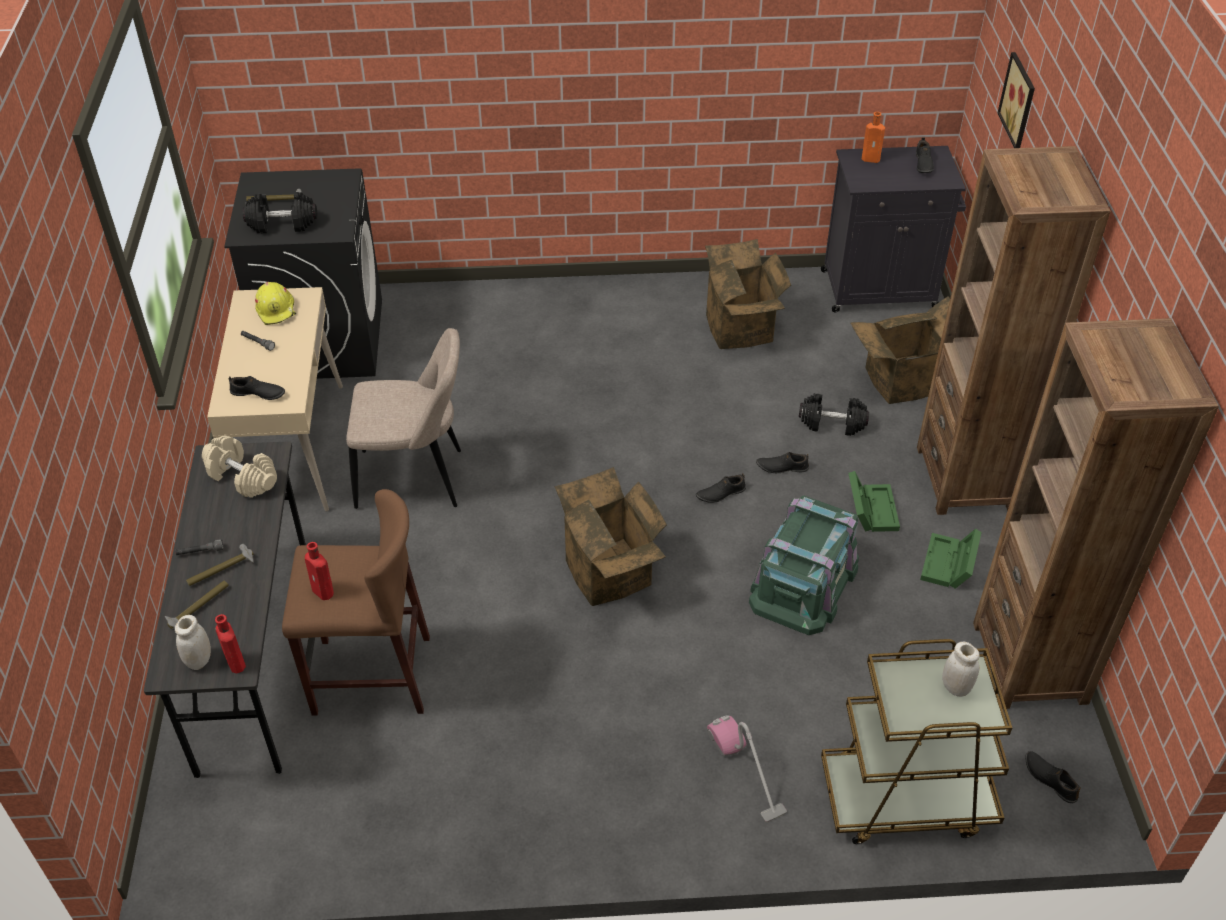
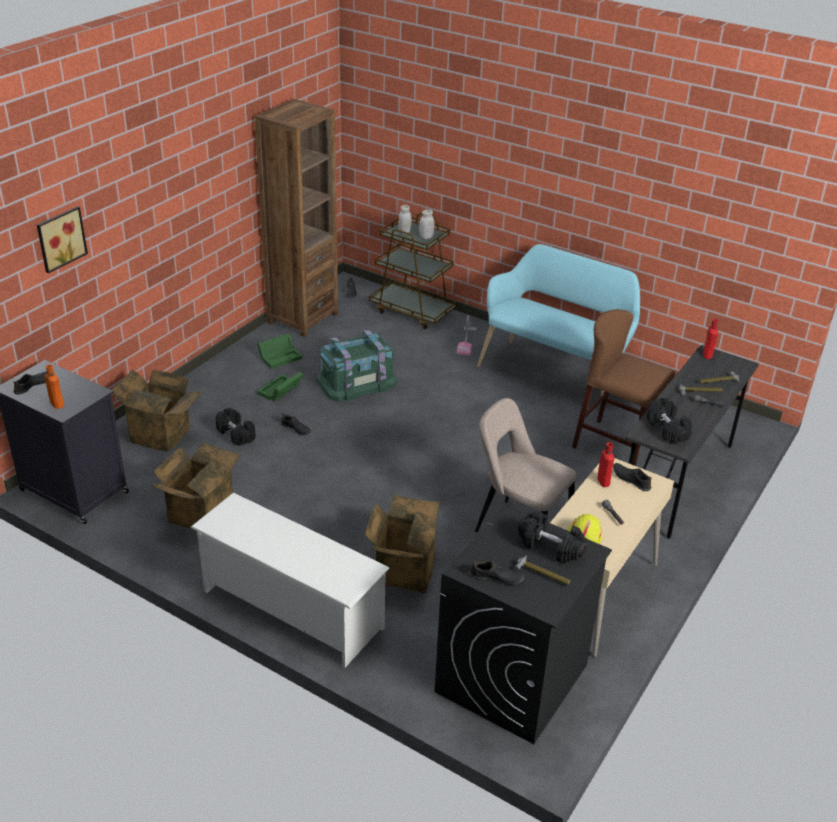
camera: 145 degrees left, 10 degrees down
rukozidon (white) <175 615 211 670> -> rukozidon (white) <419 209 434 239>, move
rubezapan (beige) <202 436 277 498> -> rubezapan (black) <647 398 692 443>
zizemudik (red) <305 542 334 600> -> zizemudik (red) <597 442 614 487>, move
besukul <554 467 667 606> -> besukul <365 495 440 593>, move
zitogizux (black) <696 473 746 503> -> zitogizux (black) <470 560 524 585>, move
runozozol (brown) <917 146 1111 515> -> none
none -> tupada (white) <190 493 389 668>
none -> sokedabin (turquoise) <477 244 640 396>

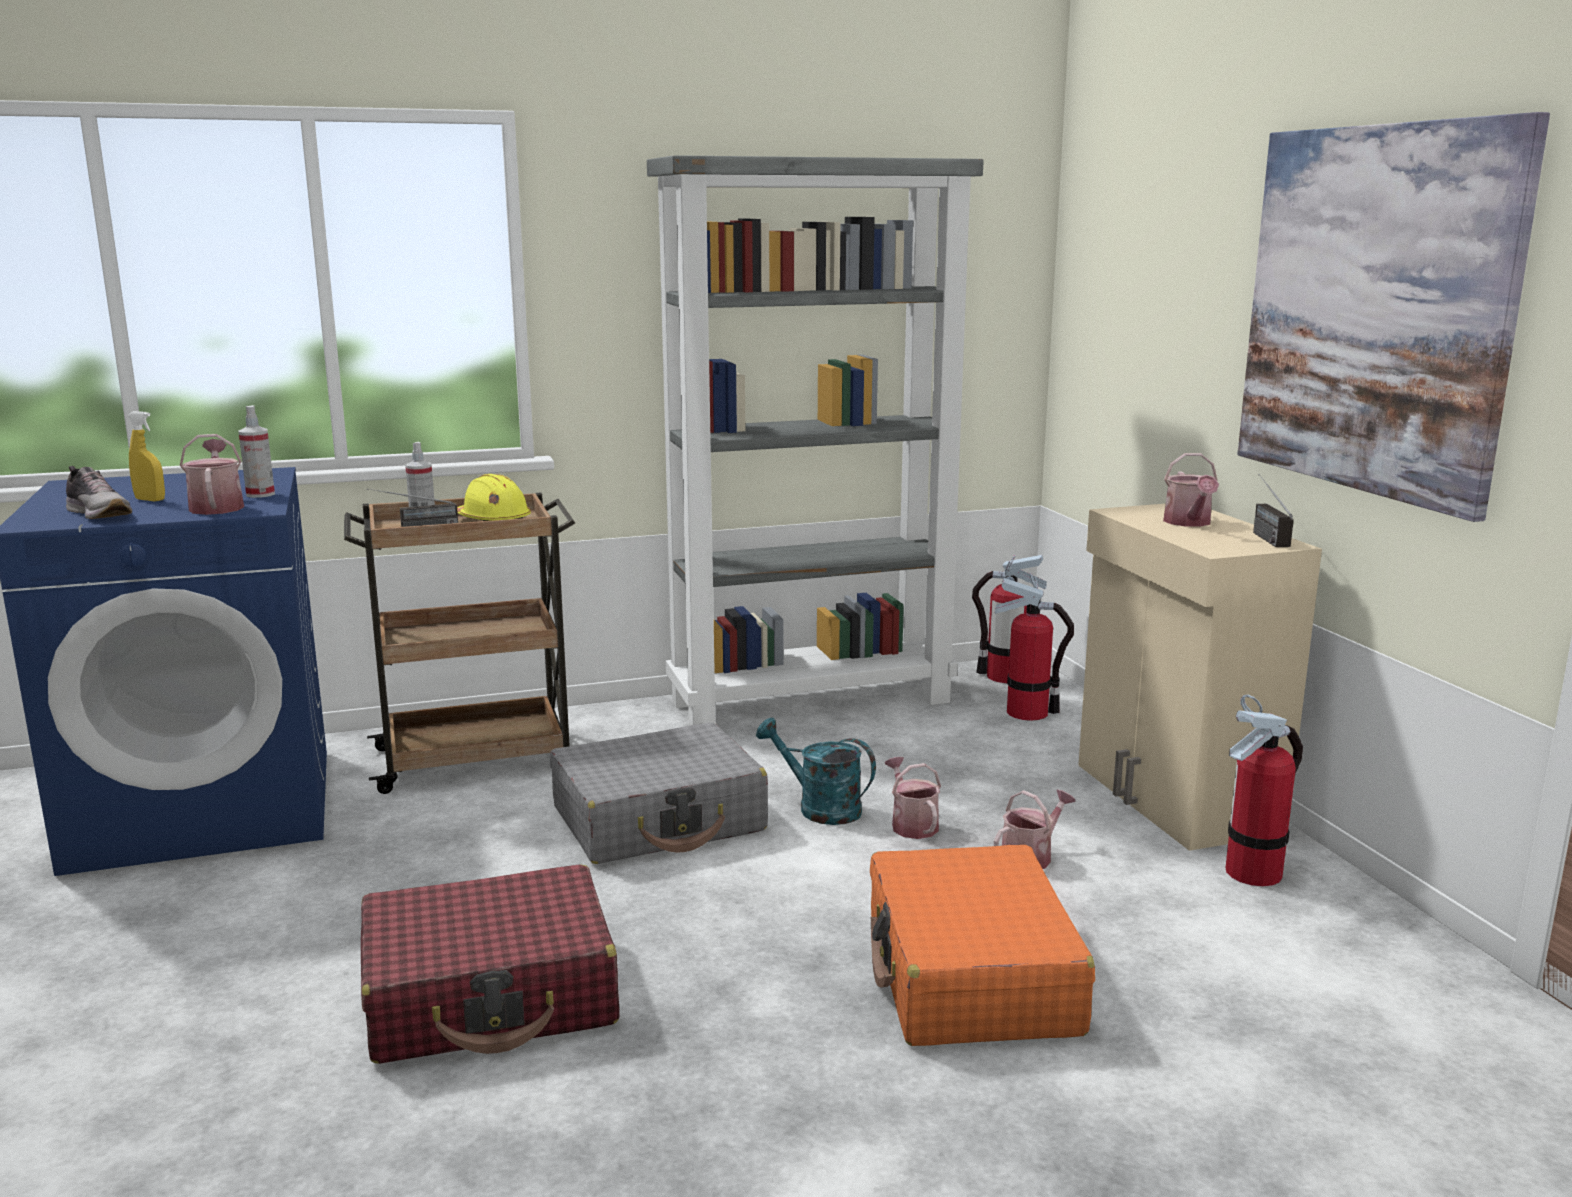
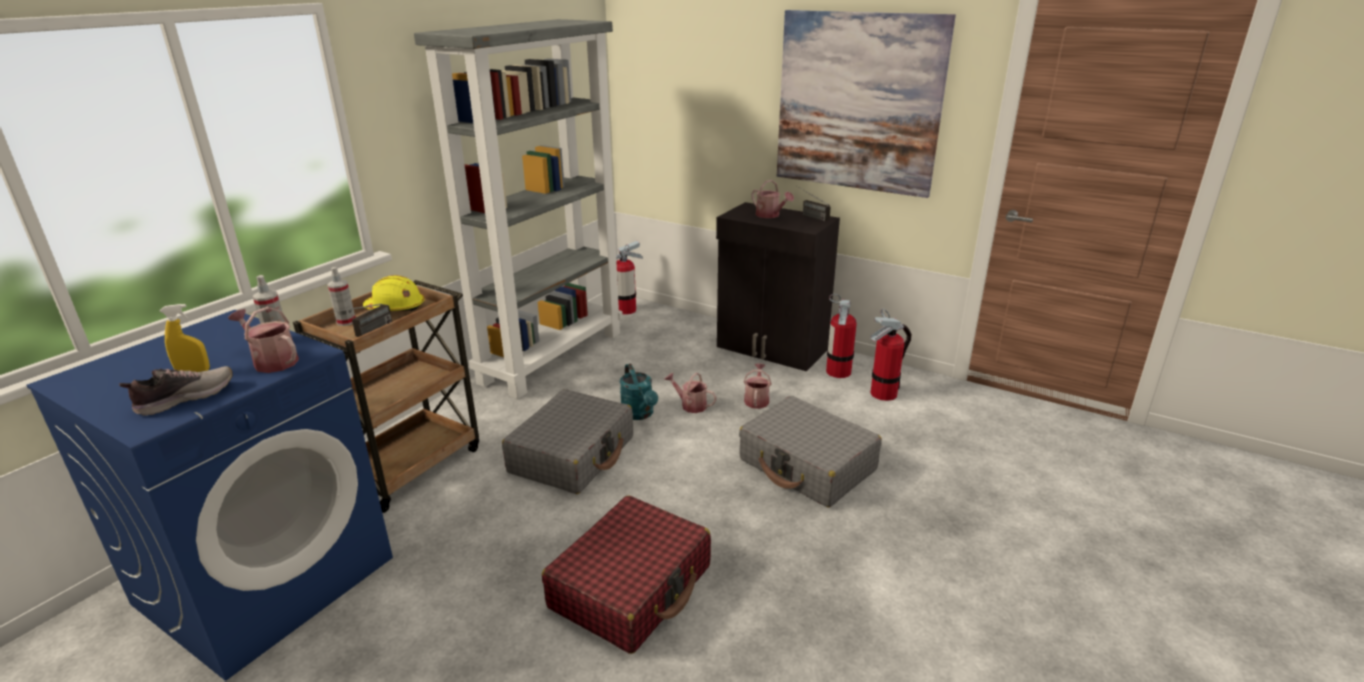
camera: 40 degrees left, 10 degrees up
zitogizux <66 466 132 519> -> zitogizux <119 366 233 416>, 45 degrees counterclockwise
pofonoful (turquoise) <756 718 876 825> -> pofonoful (turquoise) <620 364 658 420>, 105 degrees counterclockwise
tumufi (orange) <870 845 1095 1046> -> tumufi (grey) <739 396 882 508>
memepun <995 573 1074 721> -> memepun <870 309 912 401>, move
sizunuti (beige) <1078 503 1322 851> -> sizunuti (black) <716 202 840 371>

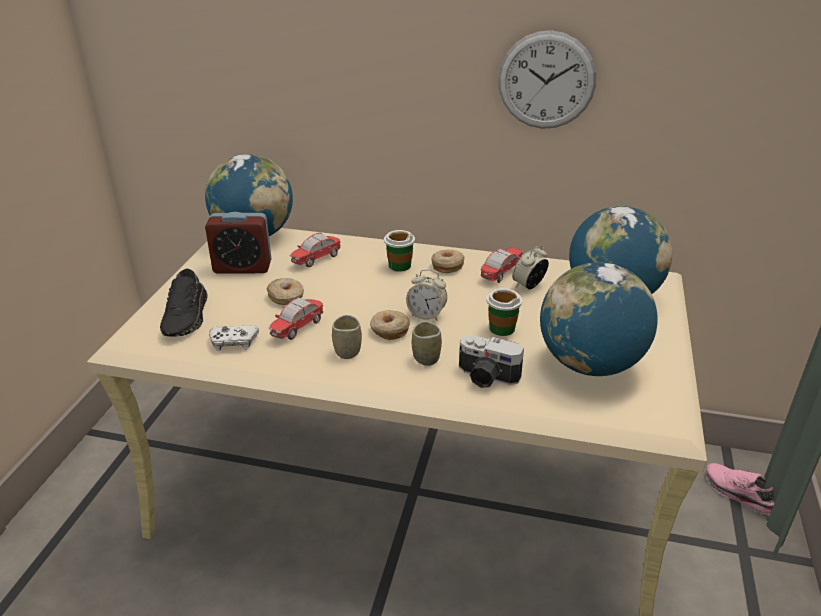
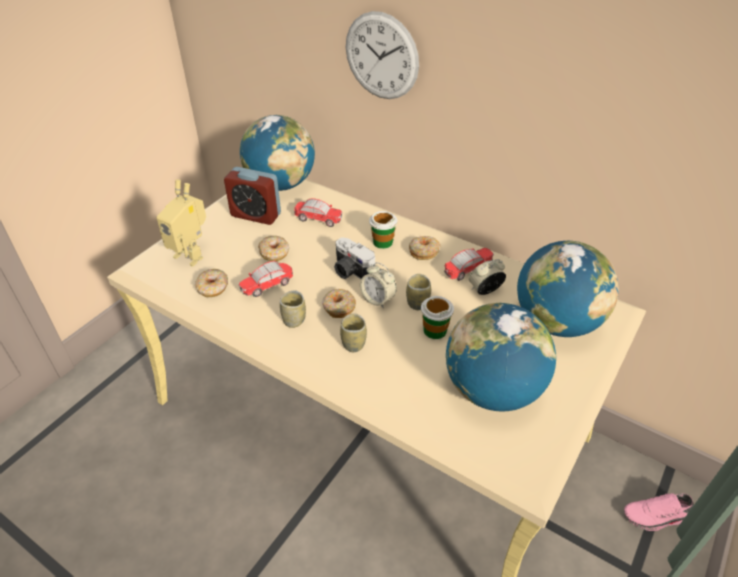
camera: 20 degrees right, 10 degrees up
zitogizux (black) <160 269 208 336> -> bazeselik <157 179 206 267>
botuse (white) <209 325 259 351> -> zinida <194 269 228 297>
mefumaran <290 233 341 267> -> mefumaran <294 198 342 227>, 135 degrees counterclockwise
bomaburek <459 335 524 388> -> bomaburek <334 237 375 279>, move
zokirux <498 30 596 129> -> zokirux <346 11 419 99>, move
zitogizux (pink) <706 463 775 515> -> zitogizux (pink) <624 493 694 531>, 75 degrees counterclockwise
none -> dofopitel <406 274 431 310>

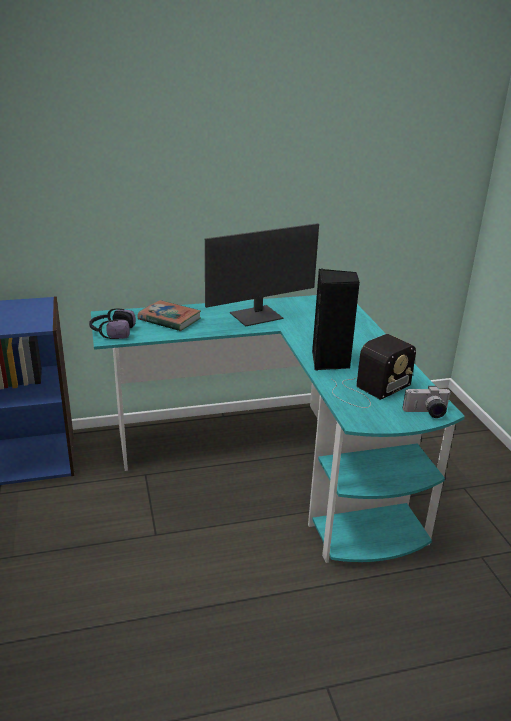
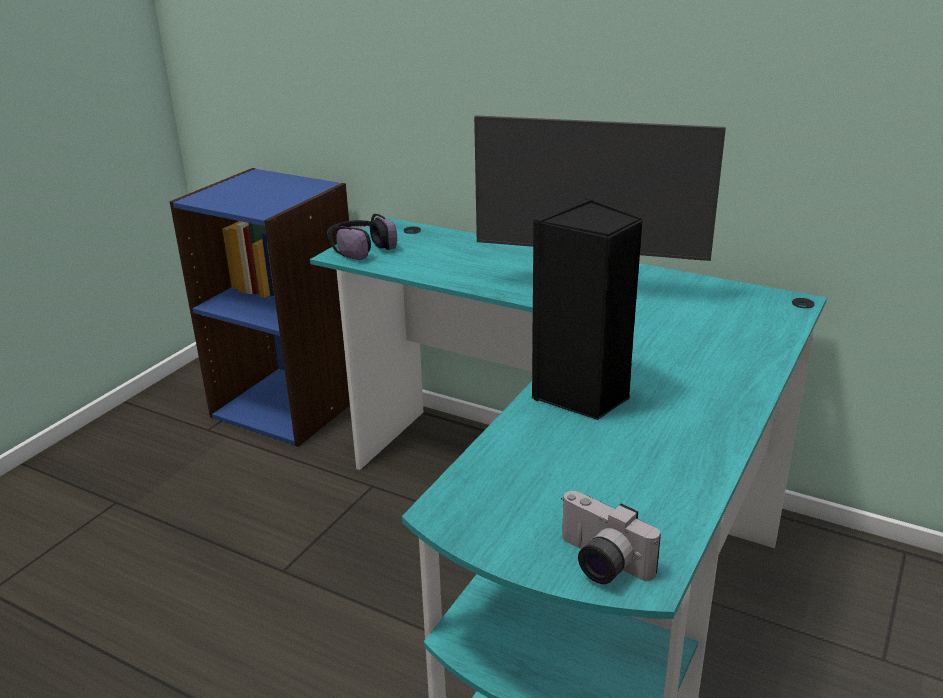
camera: 45 degrees right, 0 degrees up
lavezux <138 300 201 331> -> none
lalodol <332 334 416 408> -> none

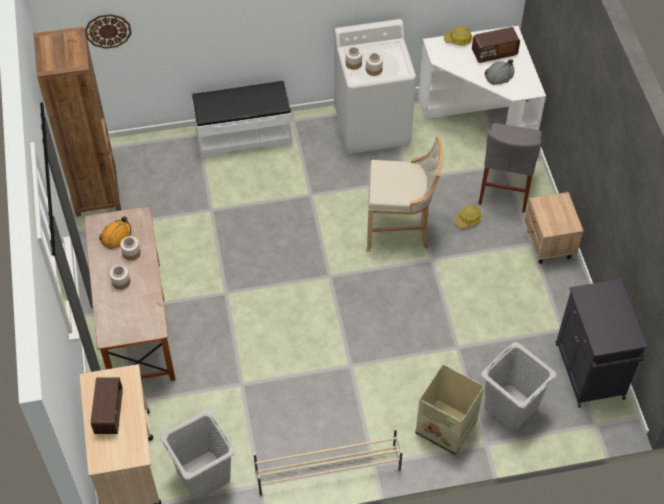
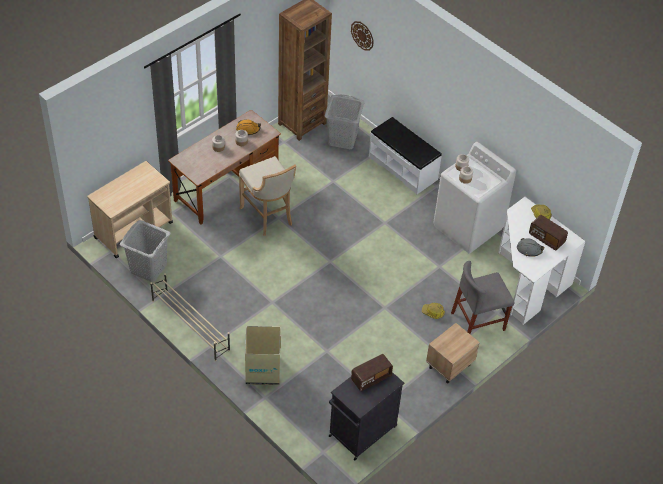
camera: 55 degrees right, 5 degrees down
lalodol <91 377 123 434> -> lalodol <351 354 393 391>, move
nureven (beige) <366 136 443 252> -> nureven (beige) <239 156 296 236>, move
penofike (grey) <481 342 557 431> -> penofike (grey) <325 94 365 149>, move

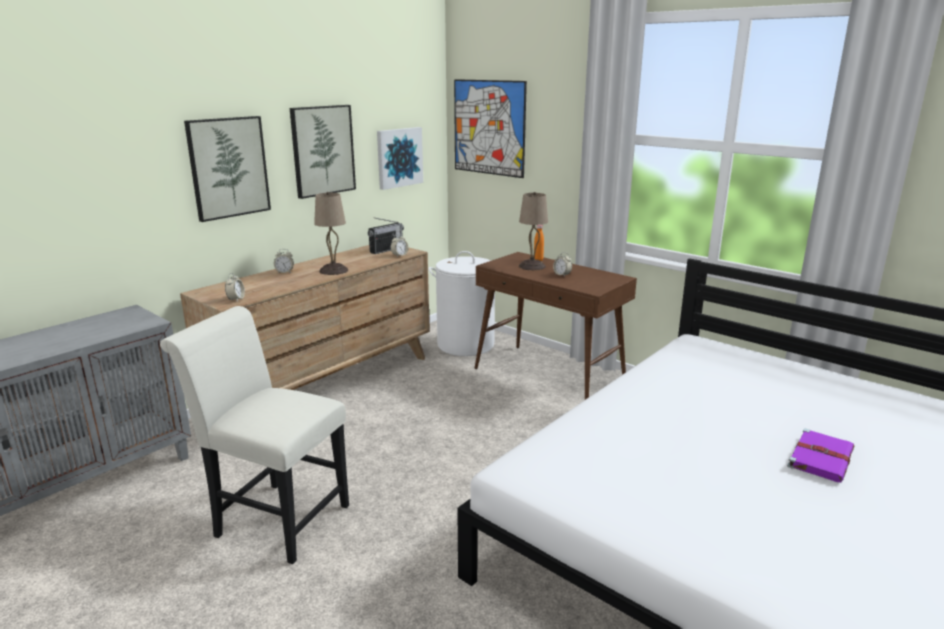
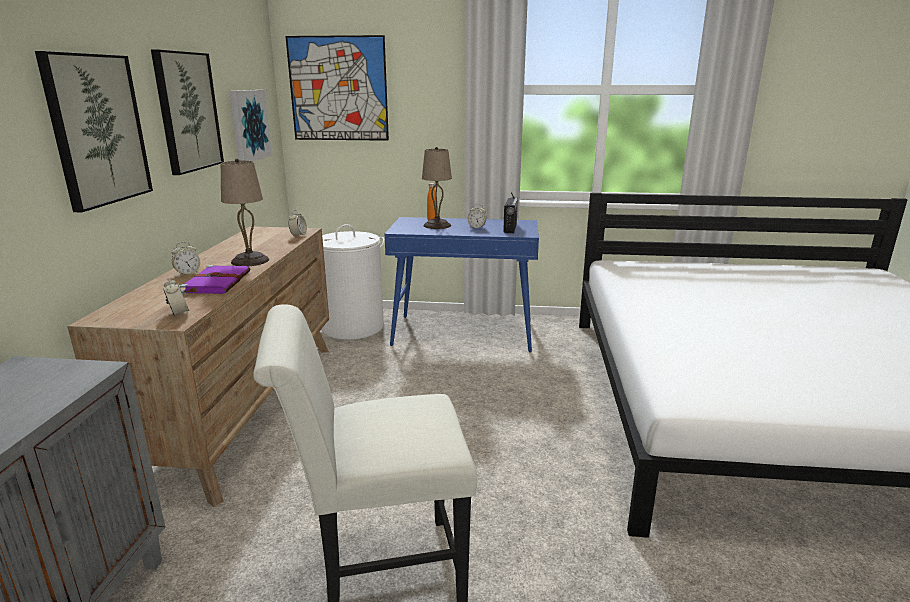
camera: 35 degrees left, 0 degrees up
lalodol <368 217 404 254> -> lalodol <503 192 518 233>, move
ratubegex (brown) <475 252 637 400> -> ratubegex (blue) <384 217 539 352>
lavezux (purple) <787 428 855 482> -> lavezux (purple) <180 265 250 294>, move

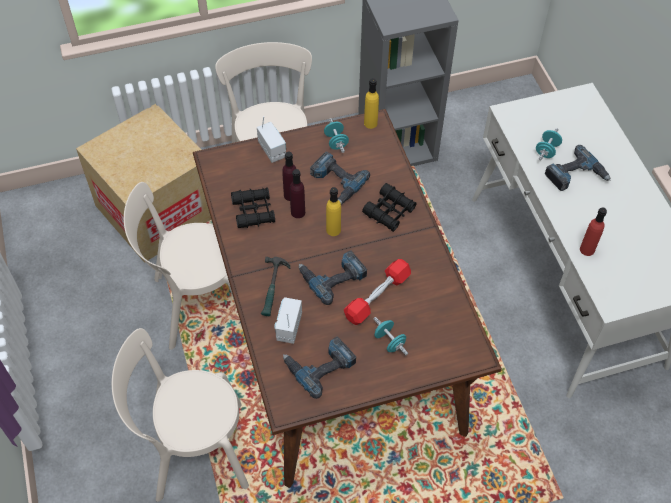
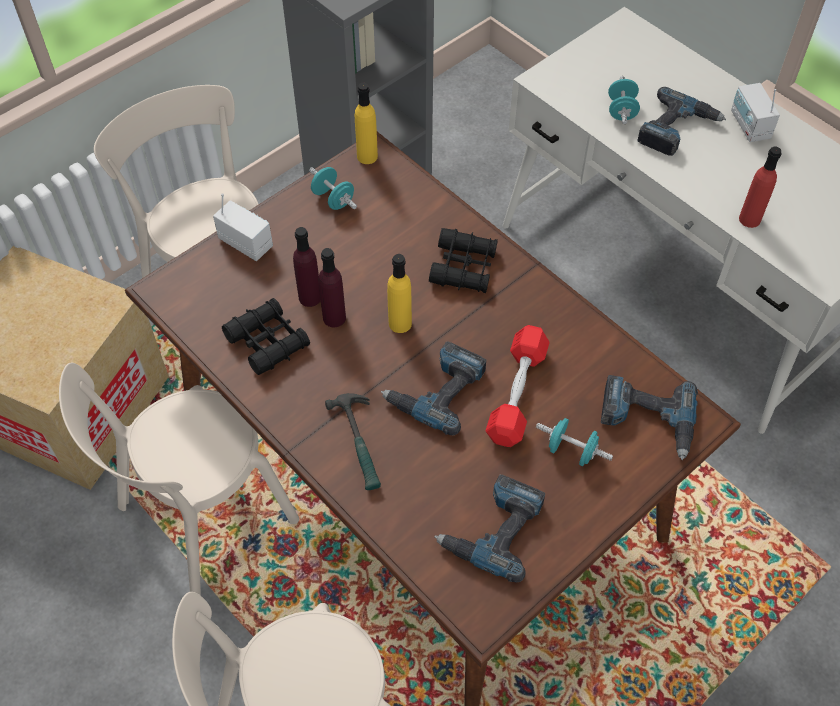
camera: 25 degrees left, 0 degrees up
lalodol <274 297 302 344> -> lalodol <731 83 780 142>, move
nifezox <310 151 370 204> -> nifezox <601 375 698 460>, move

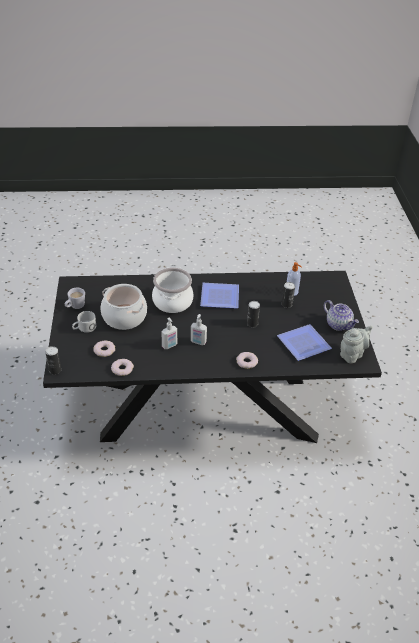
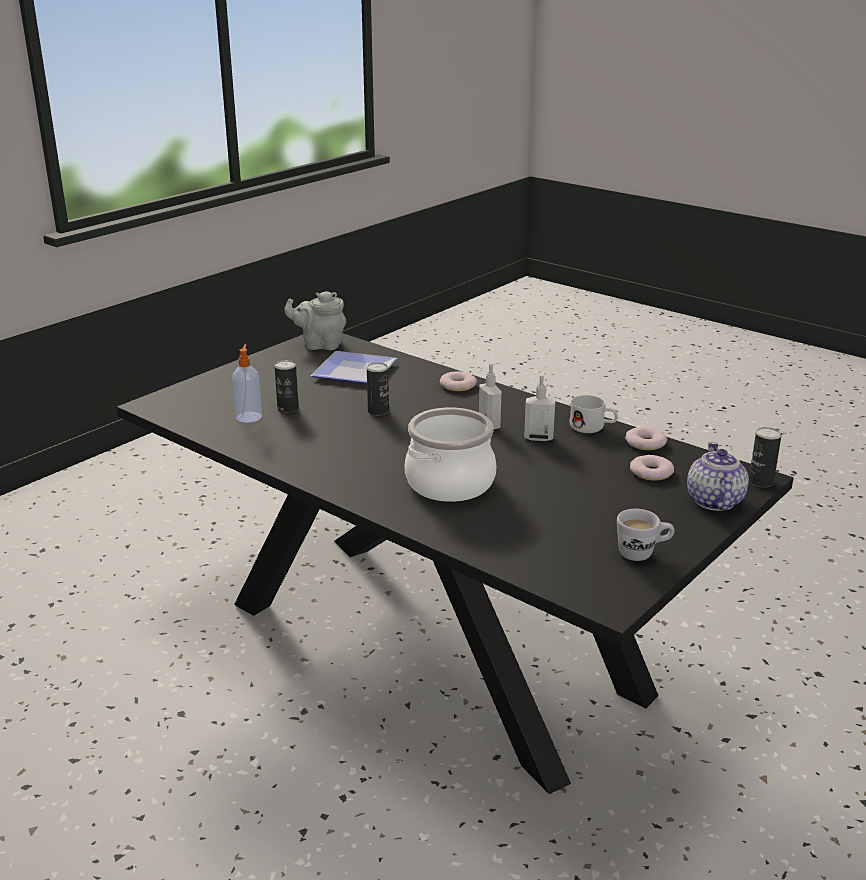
camera: 135 degrees left, 15 degrees down
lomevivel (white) <72 311 96 333> -> lomevivel (white) <570 395 618 433>, move
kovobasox <101 284 147 330> -> none
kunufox <200 283 239 308> -> none
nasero <324 300 359 331> -> nasero <687 442 749 511>, move

